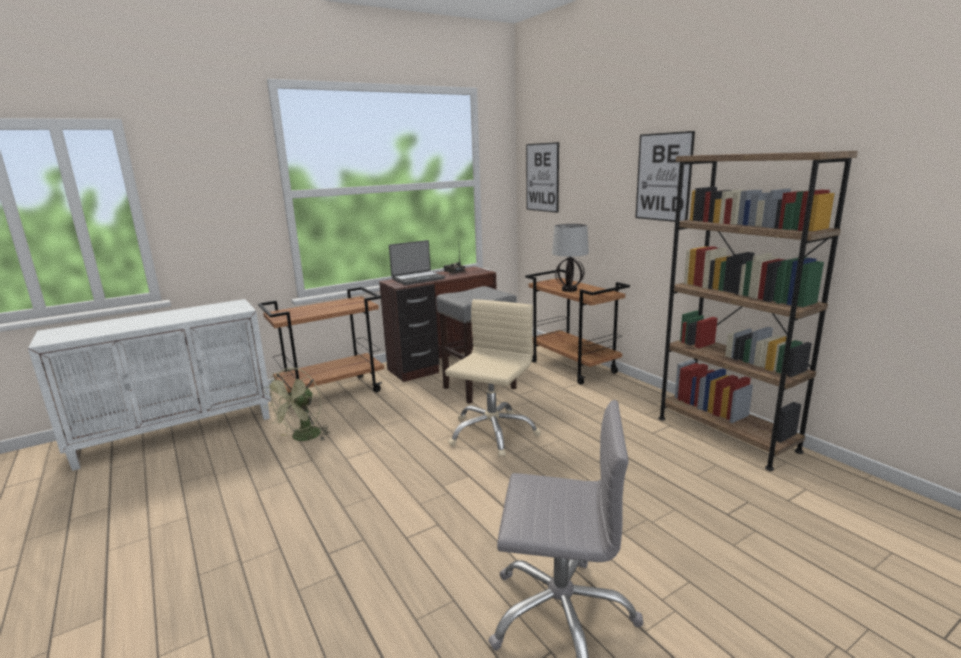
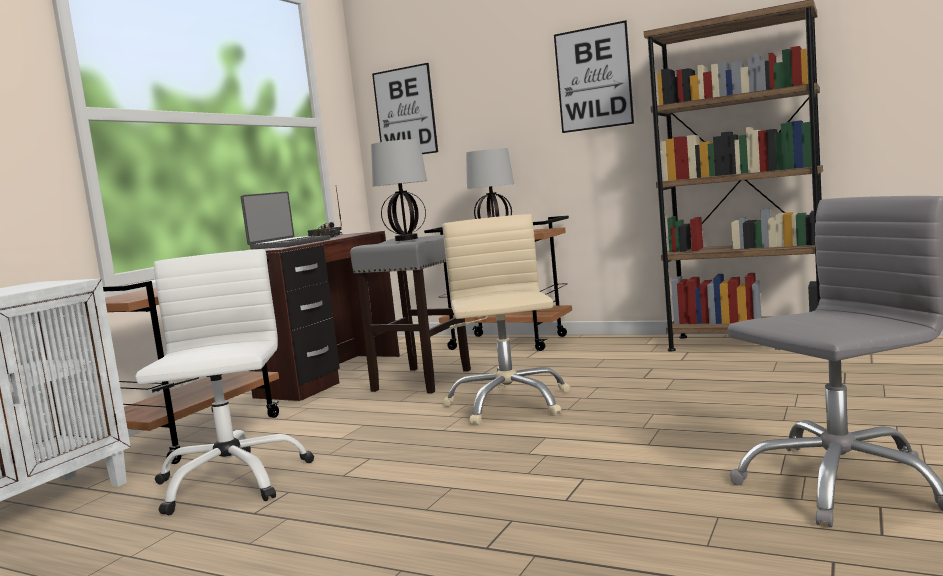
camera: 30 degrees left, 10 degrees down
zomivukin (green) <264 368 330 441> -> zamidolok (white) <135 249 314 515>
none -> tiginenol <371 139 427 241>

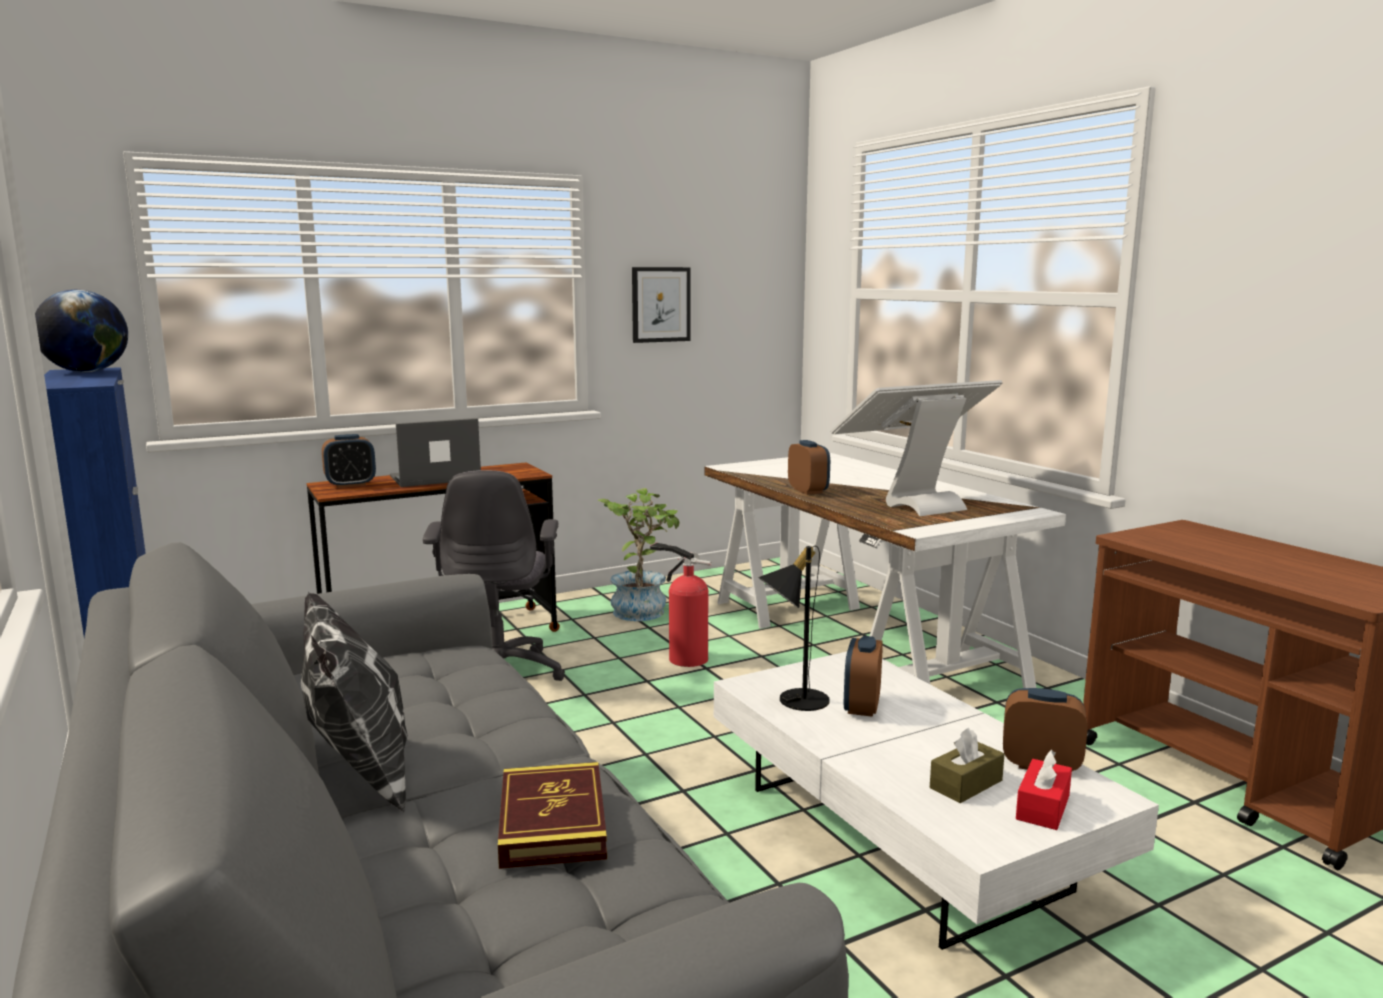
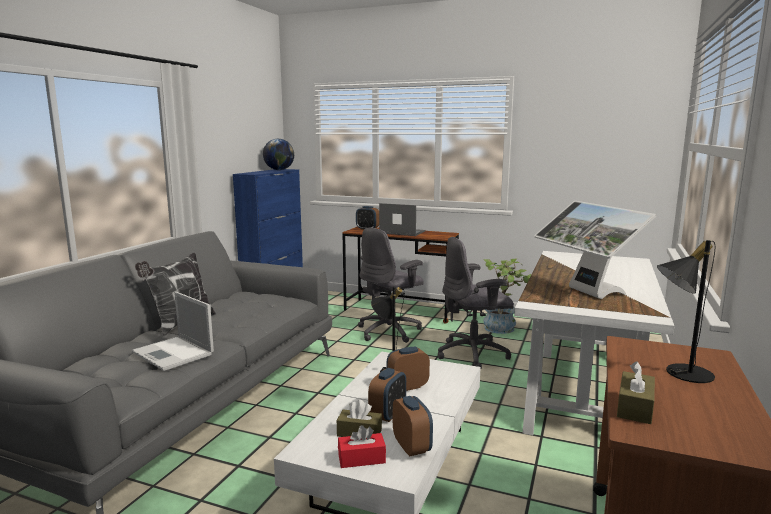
camera: 50 degrees right, 0 degrees up
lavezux <498 762 607 869> -> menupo <132 292 214 371>
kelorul <632 267 691 343> -> none
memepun <650 543 712 667> -> zamidolok (grey) <438 237 514 370>
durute <788 440 830 495> -> durute <368 368 406 422>, move
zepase <831 380 1002 516> -> zepase <534 201 656 299>, 135 degrees counterclockwise
none -> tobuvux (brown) <617 361 655 424>
none -> tiginenol (black) <657 240 716 383>

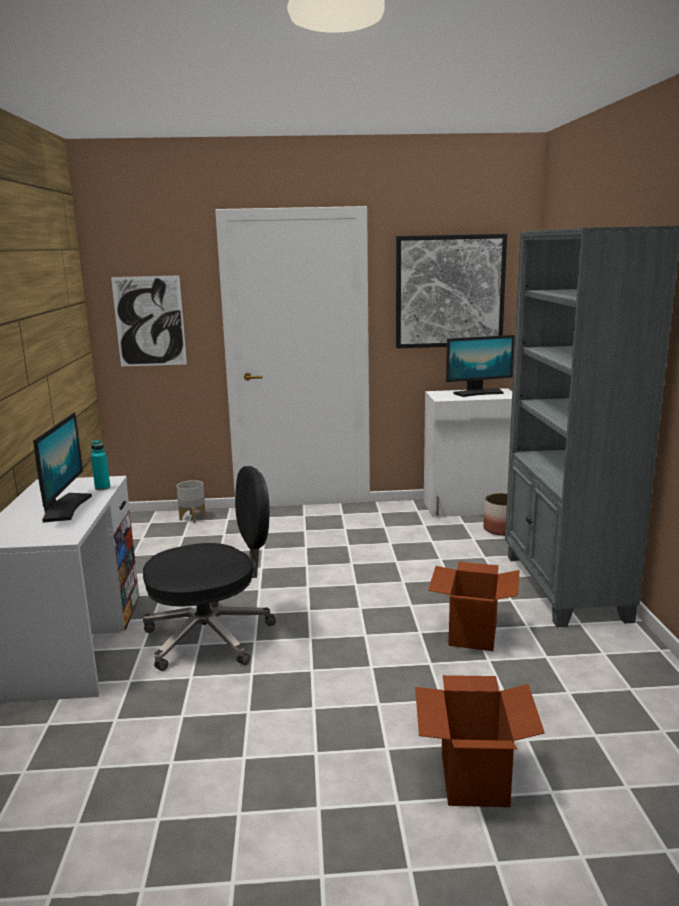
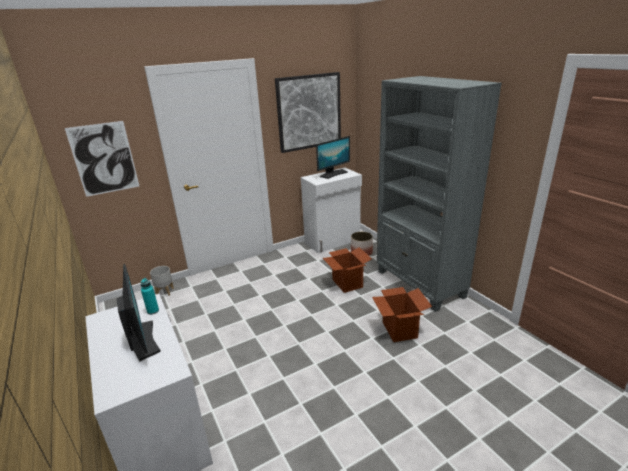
camera: 25 degrees left, 10 degrees up
zamidolok (black) <143 466 276 671> -> none
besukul <415 675 545 807> -> besukul <323 247 372 293>, move

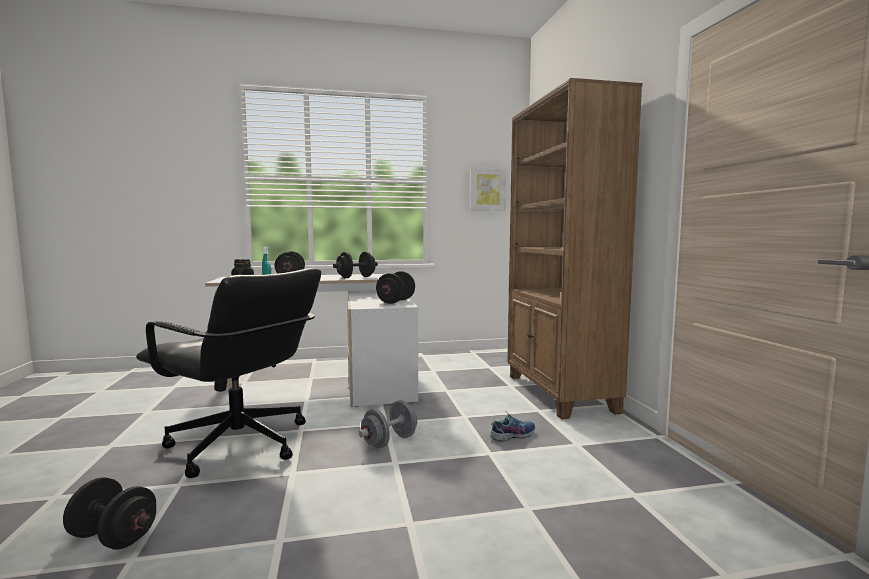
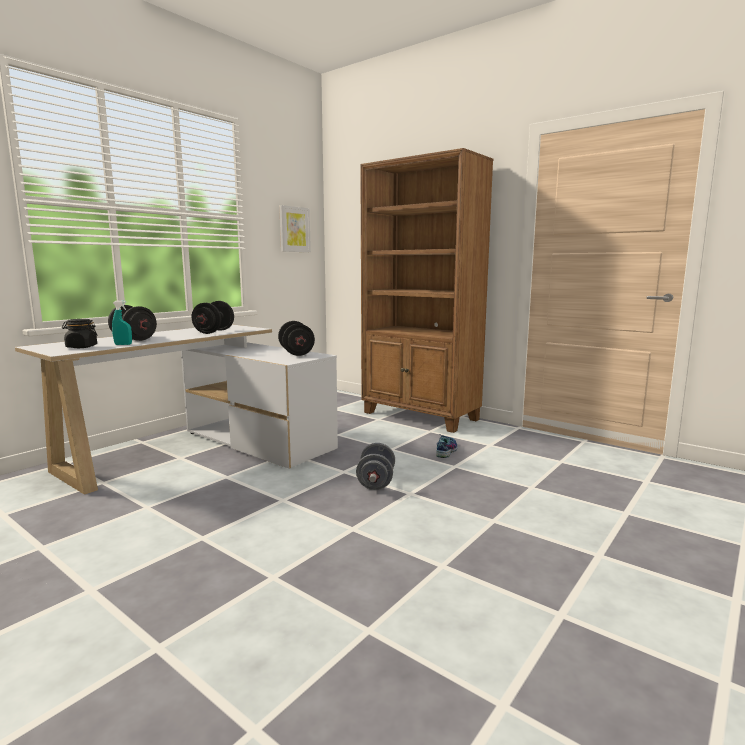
camera: 40 degrees left, 5 degrees up
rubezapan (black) <63 478 156 549> -> none
zamidolok (black) <136 268 321 478> -> none

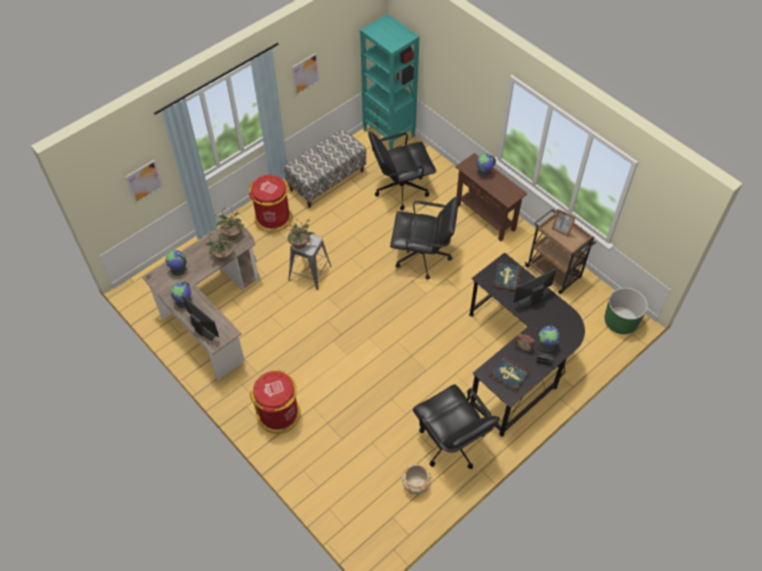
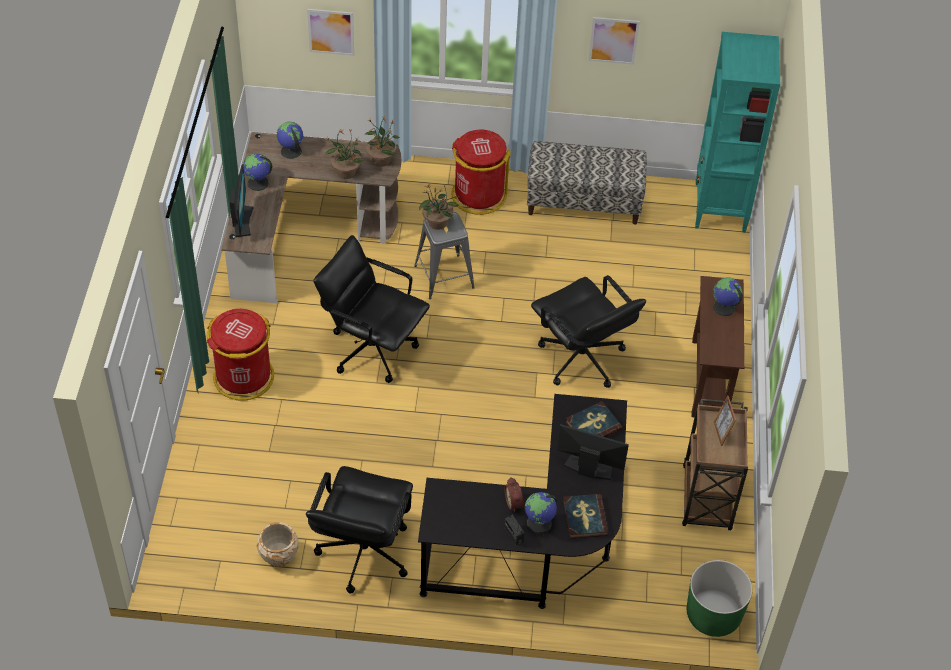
camera: 45 degrees right, 5 degrees down
zamidolok (black) <368 131 436 210> -> zamidolok (black) <313 235 430 383>, move
lavezux <490 356 530 392> -> lavezux <563 494 609 539>, move

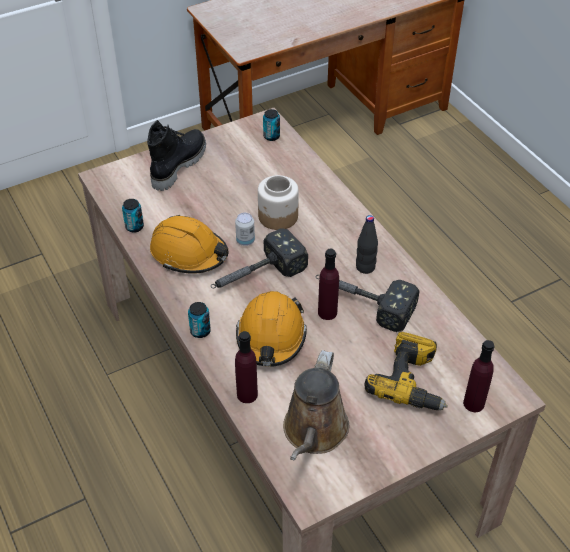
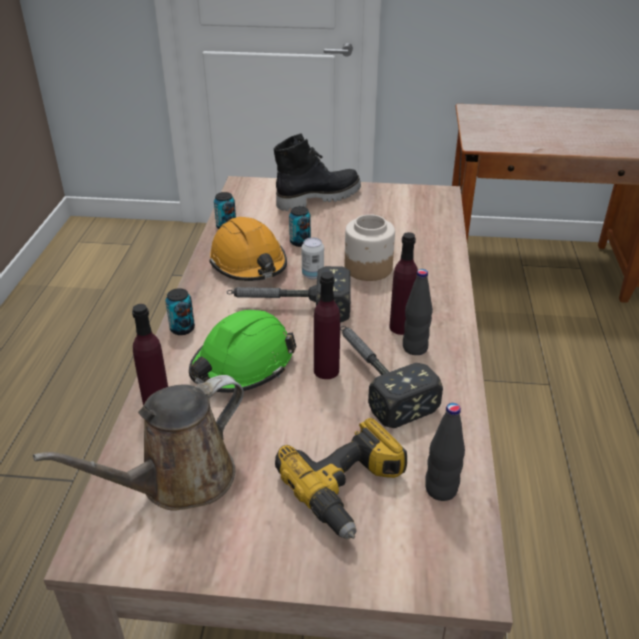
camera: 35 degrees right, 10 degrees down
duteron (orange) <236 291 307 367> -> duteron (green) <189 310 296 393>
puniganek <263 109 280 141> -> puniganek <289 206 311 247>, move
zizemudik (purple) <463 340 494 412> -> zizemudik (purple) <389 232 418 335>, move
none -> zizemudik (black) <425 403 465 501>

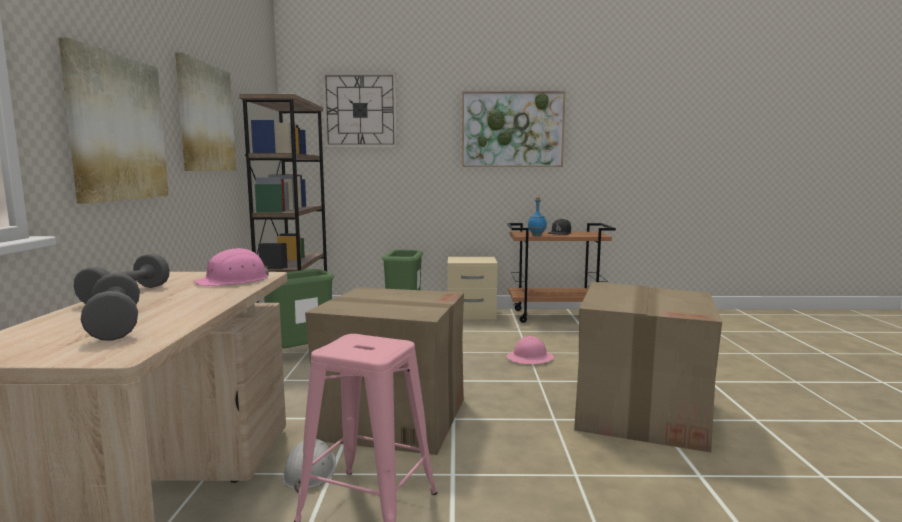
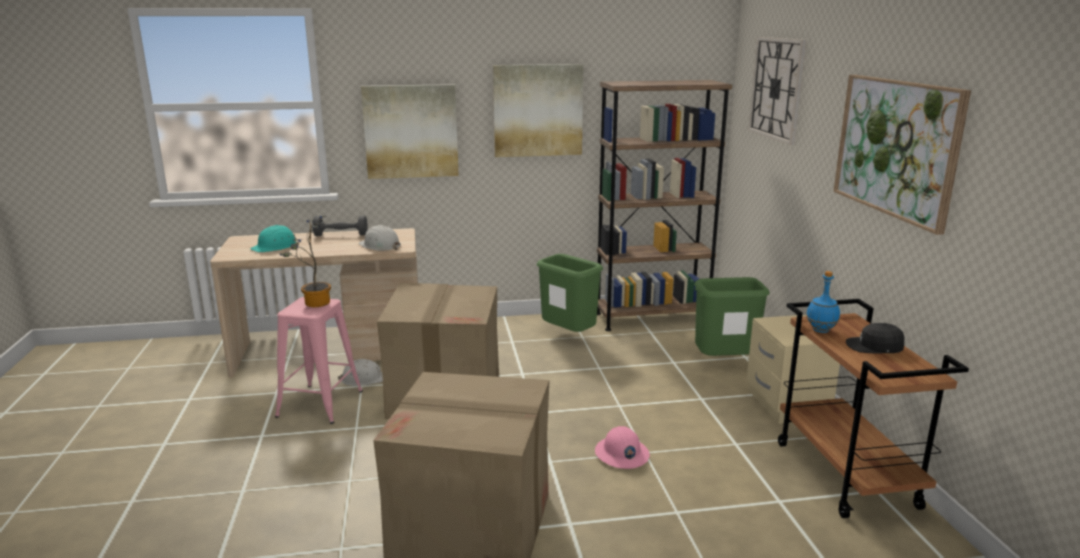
camera: 80 degrees right, 10 degrees up
rubezapan (grey) <81 273 140 341> -> duteron (turquoise) <250 225 296 252>
duteron (pink) <194 248 269 286> -> duteron (white) <358 225 401 251>
none -> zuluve <280 216 331 307>

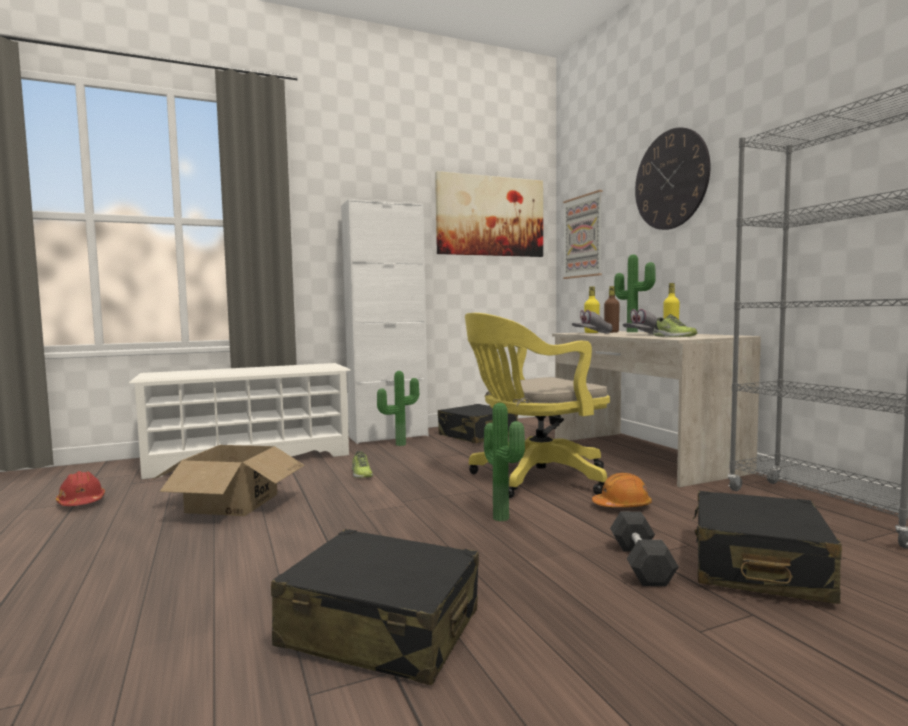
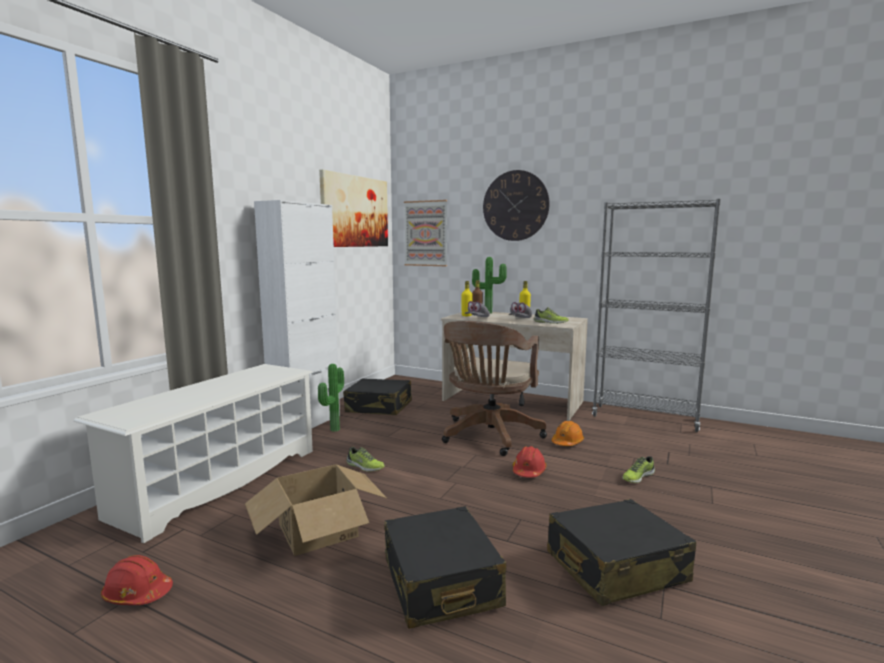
camera: 40 degrees left, 5 degrees up
zamidolok (yellow) <465 313 610 498> -> zamidolok (brown) <442 321 547 456>
zuluve <484 403 525 521> -> duteron (red) <513 446 547 478>
rubezapan (grey) <610 512 679 586> -> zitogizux <622 456 655 483>
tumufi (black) <692 491 842 604> -> tumufi (black) <384 506 506 629>, move

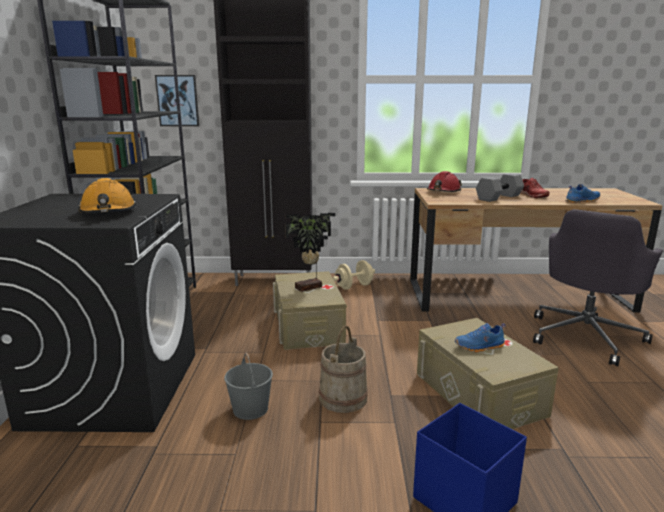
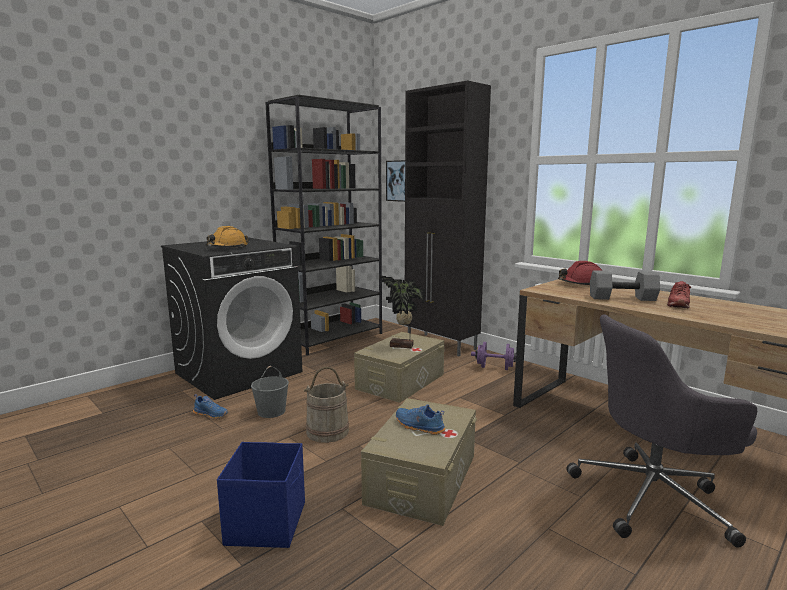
camera: 45 degrees right, 5 degrees down
rubezapan (beige) <333 260 375 290> -> rubezapan (purple) <471 342 516 370>
zitogizux (blue) <566 184 600 203> -> zitogizux (blue) <193 394 228 419>, move

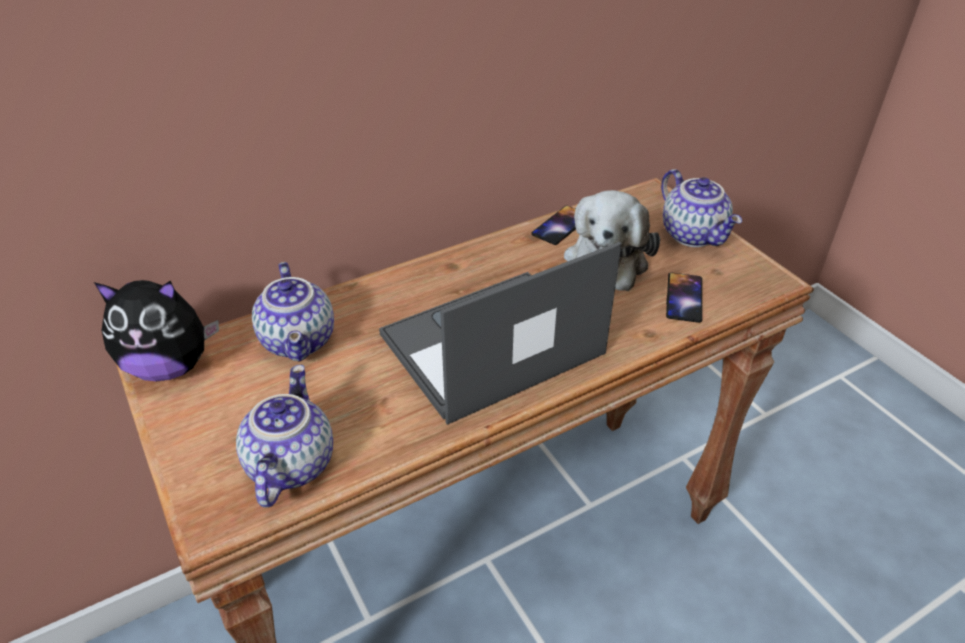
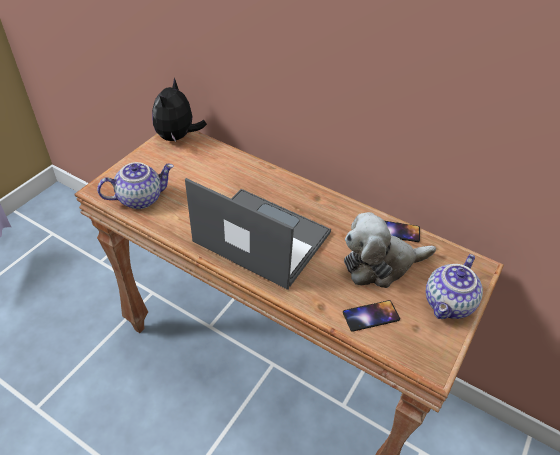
camera: 60 degrees right, 5 degrees up
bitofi <94 280 219 381> -> bitofi <152 78 207 142>, 45 degrees clockwise
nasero <252 262 334 361> -> none

